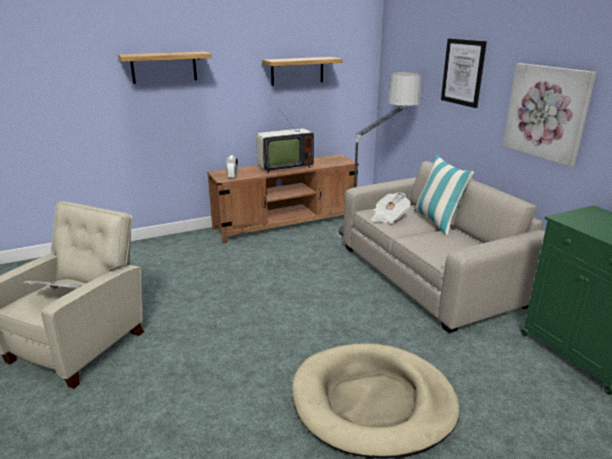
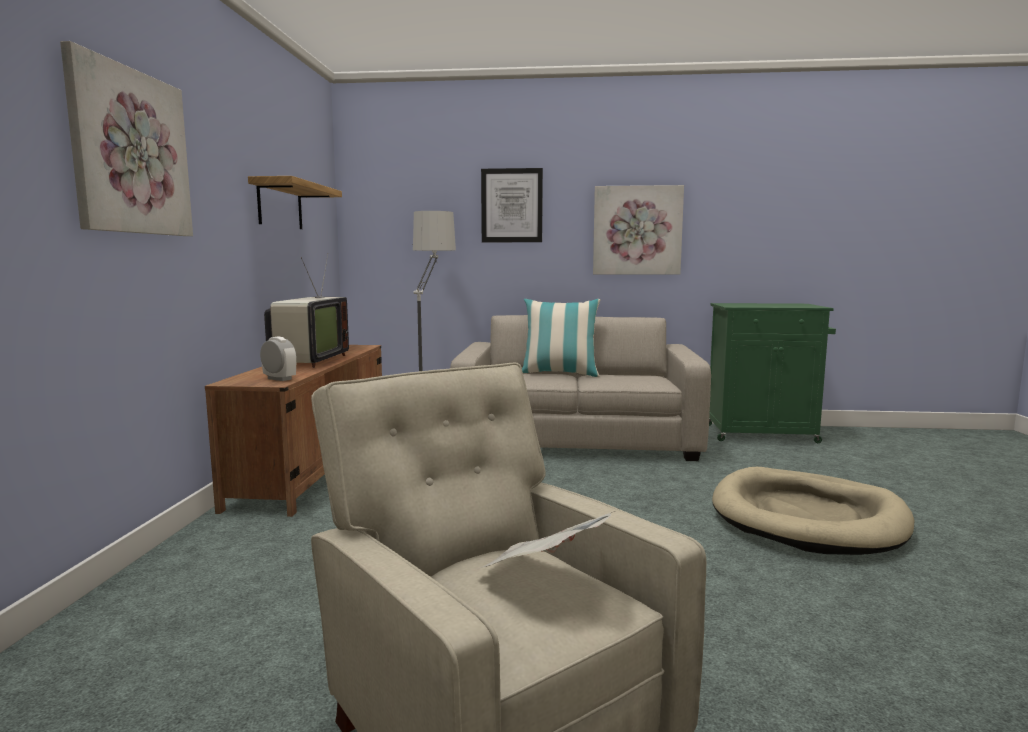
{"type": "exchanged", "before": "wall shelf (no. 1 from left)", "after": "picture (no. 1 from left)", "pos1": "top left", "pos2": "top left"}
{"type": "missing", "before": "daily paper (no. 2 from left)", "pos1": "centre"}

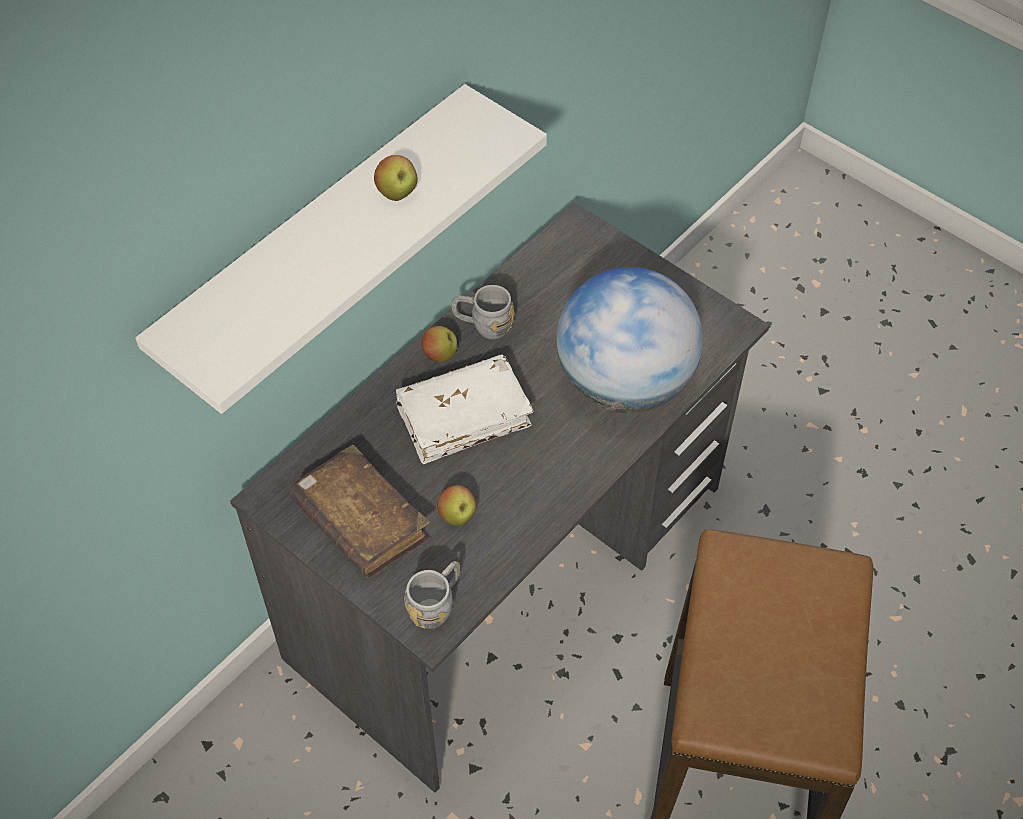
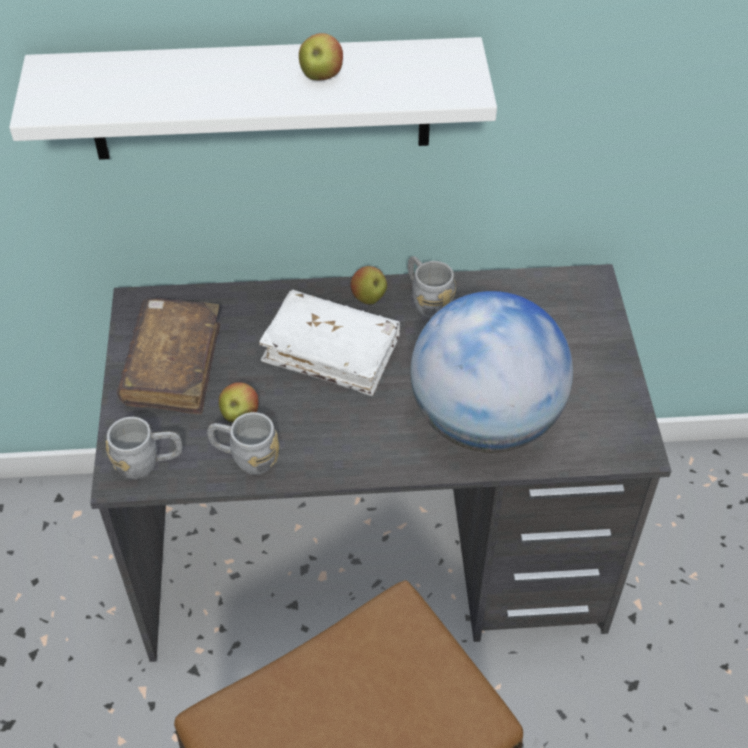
{"type": "appeared", "after": "tea mug in grey (no. 2 from left)", "pos2": "middle left"}

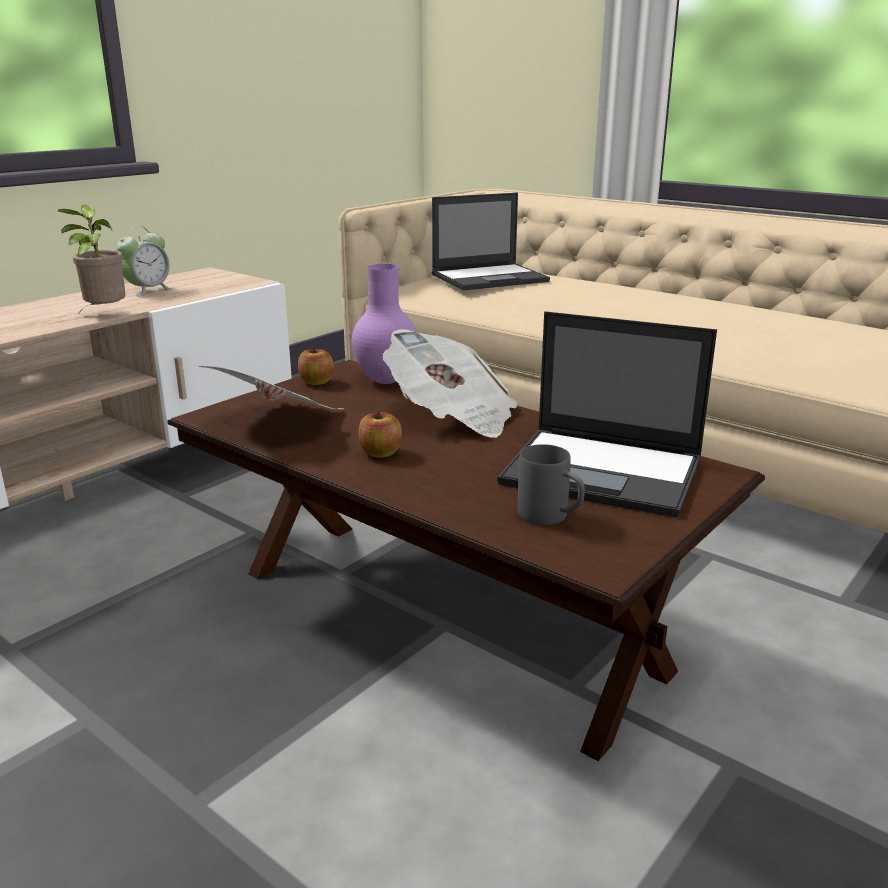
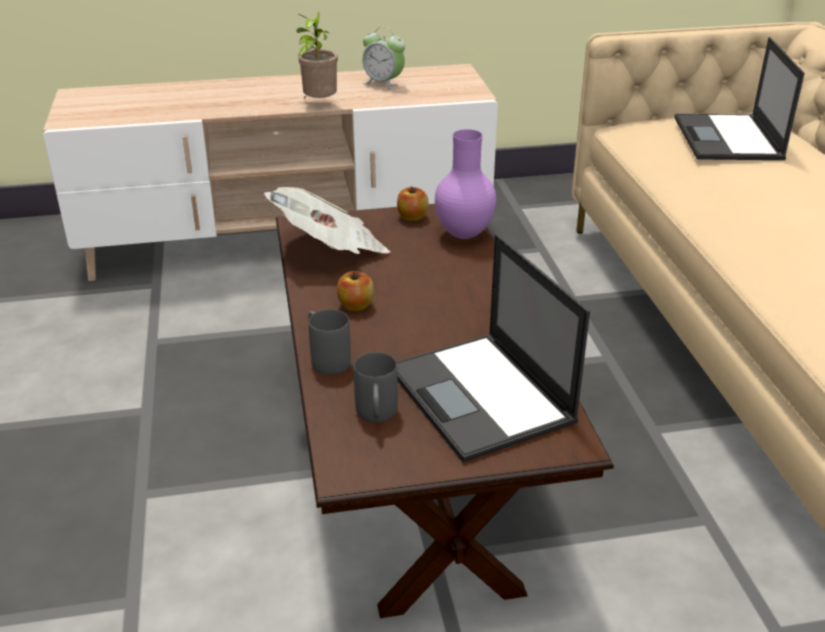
{"type": "appeared", "after": "tea mug in grey (no. 1 from left)", "pos2": "centre"}
{"type": "spun", "before": "bedside clock", "pos1": "top left", "pos2": "top centre", "turn": 45}
{"type": "spun", "before": "laptop (no. 1 from left in the first image)", "pos1": "top centre", "pos2": "top right", "turn": 75}
{"type": "missing", "before": "daily paper (no. 2 from left)", "pos1": "centre"}

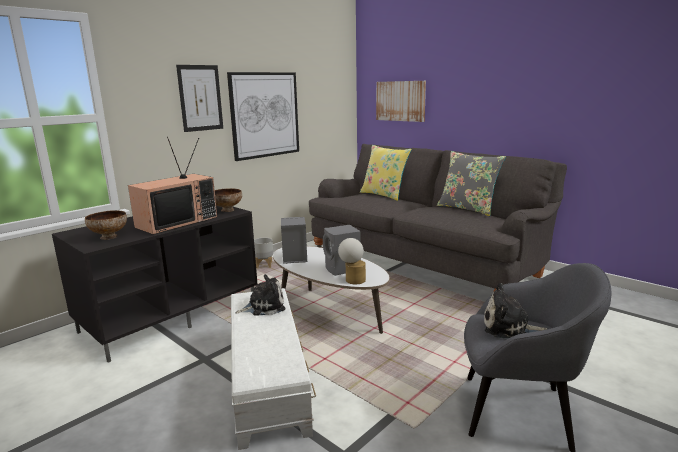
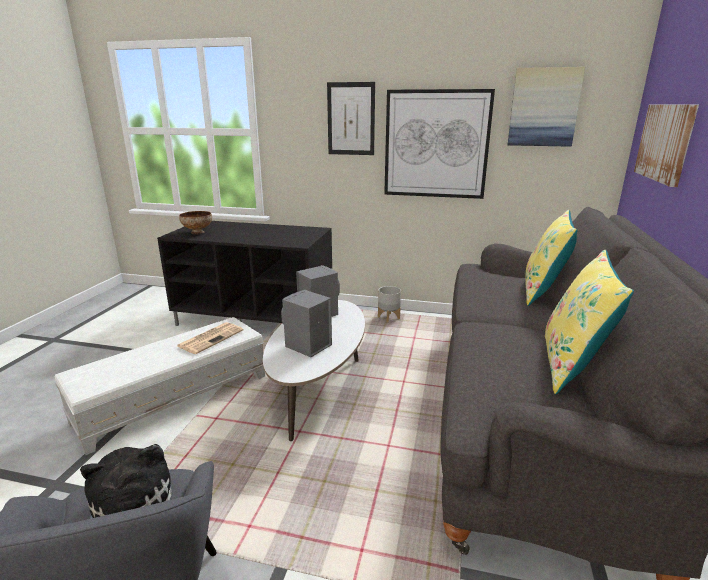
{"type": "exchanged", "before": "plush toy (no. 1 from left)", "after": "daily paper", "pos1": "centre", "pos2": "middle left"}
{"type": "appeared", "after": "picture (no. 3 from left)", "pos2": "top right"}
{"type": "colour", "before": "throw pillow in grey", "after": "throw pillow in yellow (no. 2 from left)", "pos1": "middle right", "pos2": "middle right"}
{"type": "missing", "before": "TV set", "pos1": "middle left"}
{"type": "missing", "before": "bowl (no. 2 from left)", "pos1": "centre"}
{"type": "missing", "before": "tabletop lamp", "pos1": "centre"}

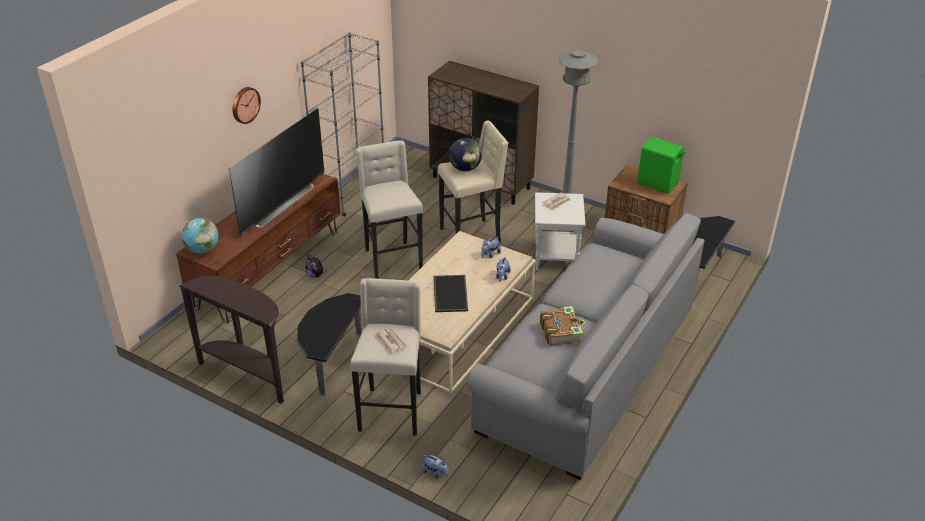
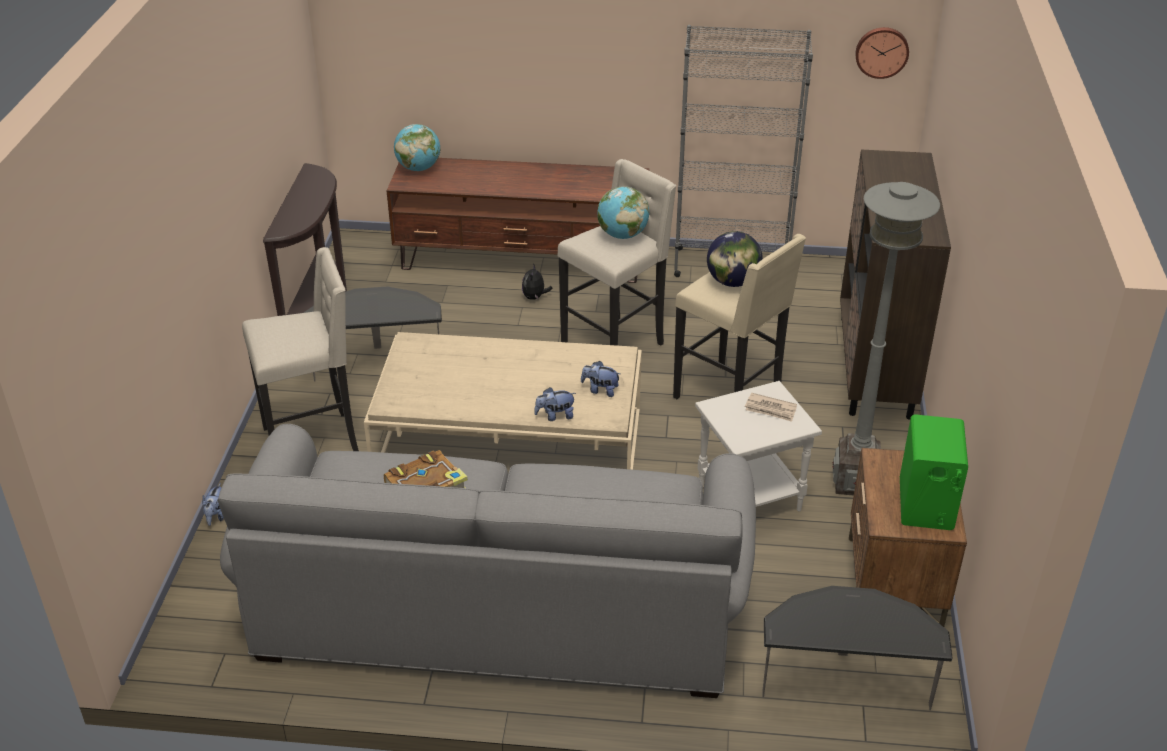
{"type": "appeared", "after": "globe (no. 2 from left)", "pos2": "top centre"}
{"type": "relocated", "before": "hanging clock", "pos1": "top left", "pos2": "top right"}
{"type": "missing", "before": "TV set", "pos1": "top left"}
{"type": "missing", "before": "daily paper (no. 1 from left)", "pos1": "centre"}
{"type": "missing", "before": "carrying tray", "pos1": "centre"}

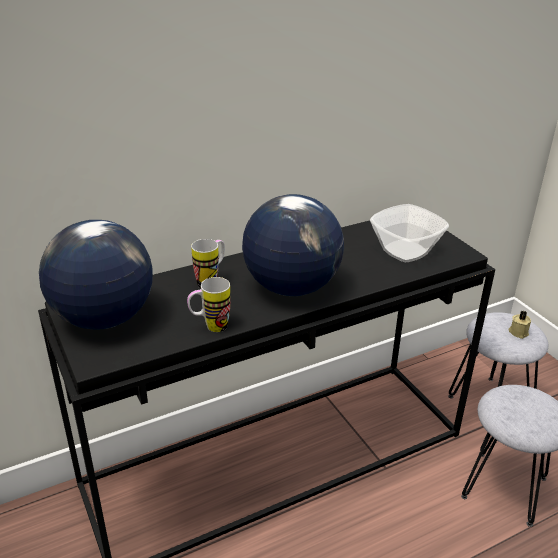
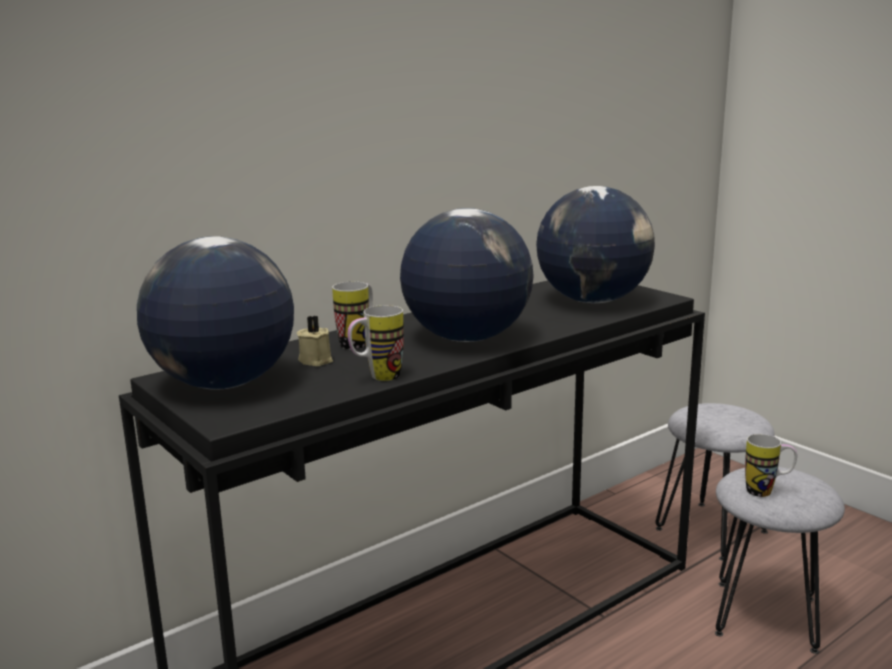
{"type": "relocated", "before": "wax light in sand-coloured", "pos1": "middle right", "pos2": "centre"}
{"type": "exchanged", "before": "bowl", "after": "globe (no. 3 from left)", "pos1": "middle right", "pos2": "middle right"}
{"type": "appeared", "after": "tea mug (no. 3 from left)", "pos2": "bottom right"}

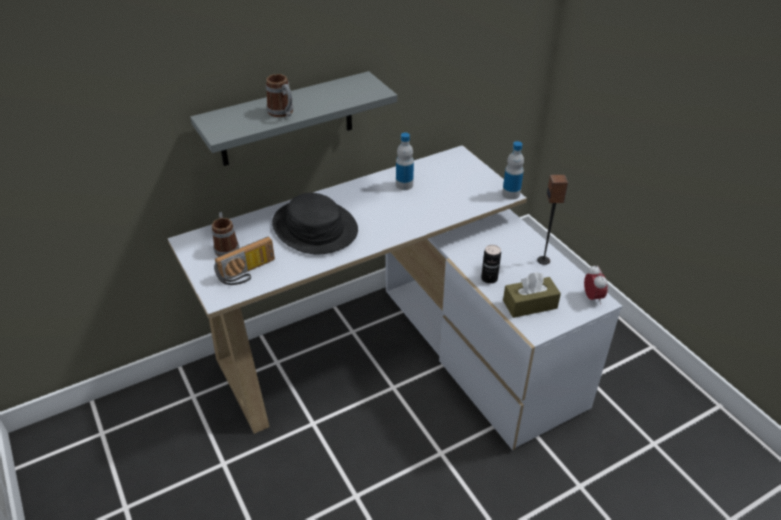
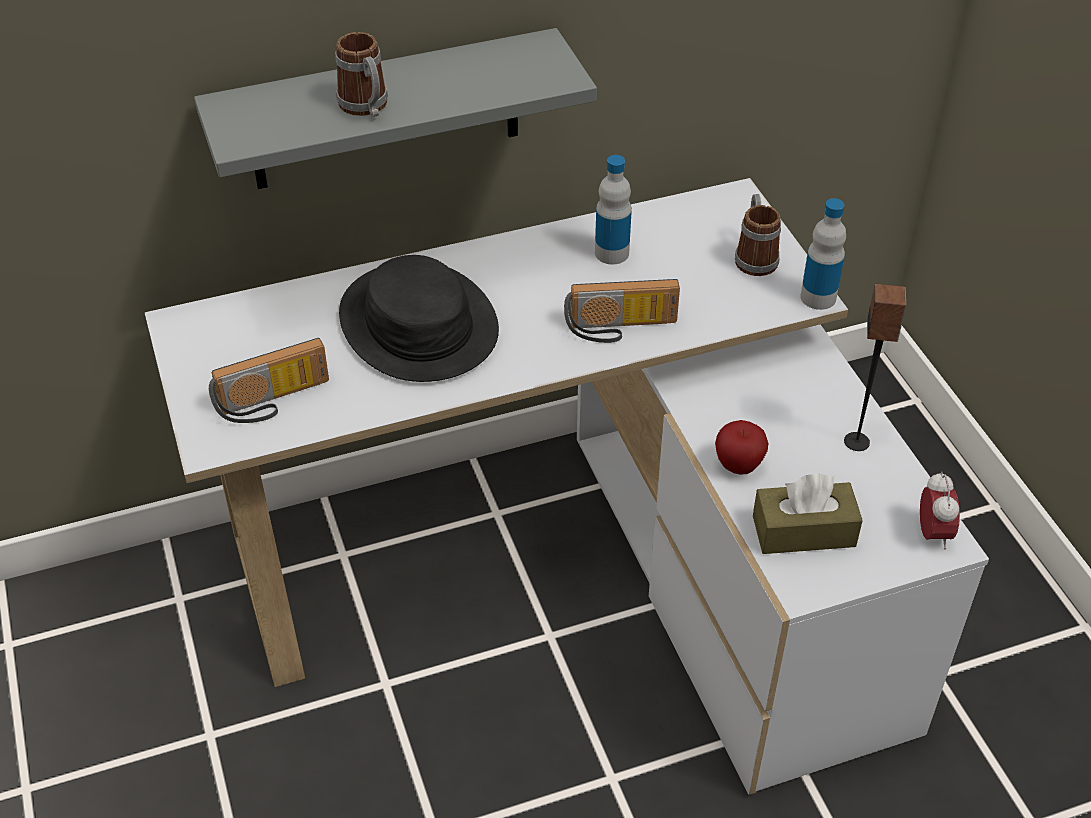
{"type": "appeared", "after": "radio receiver (no. 2 from left)", "pos2": "centre"}
{"type": "exchanged", "before": "can", "after": "apple fruit", "pos1": "centre", "pos2": "middle right"}
{"type": "relocated", "before": "tea mug (no. 1 from left in the first image)", "after": "tea mug (no. 2 from left)", "pos1": "middle left", "pos2": "top right"}

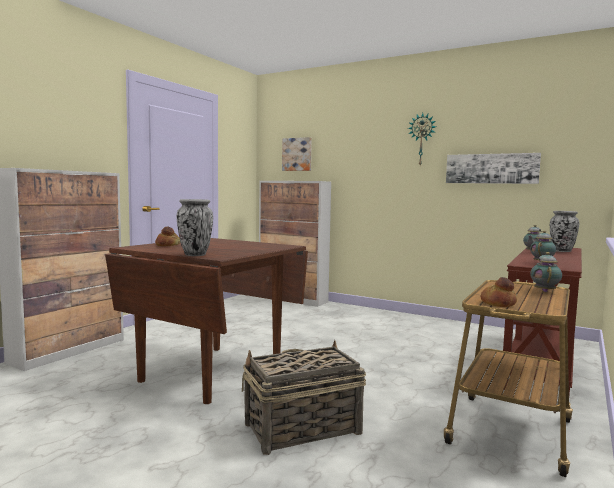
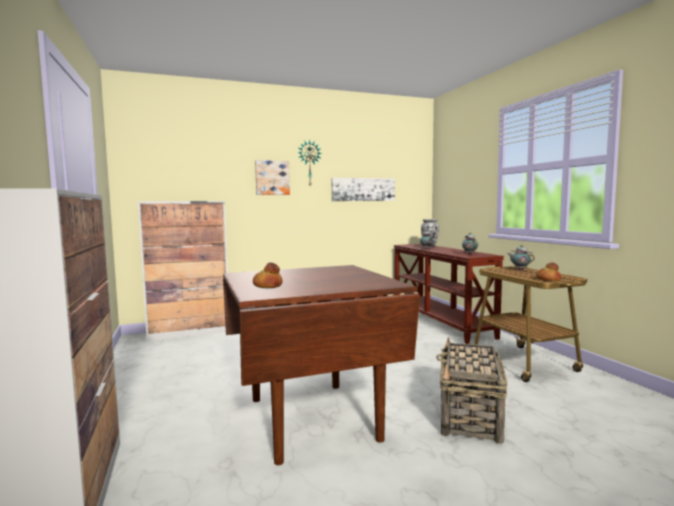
{"type": "relocated", "before": "picture (no. 1 from left)", "pos1": "top centre", "pos2": "centre"}
{"type": "missing", "before": "flower vase (no. 1 from left)", "pos1": "middle left"}

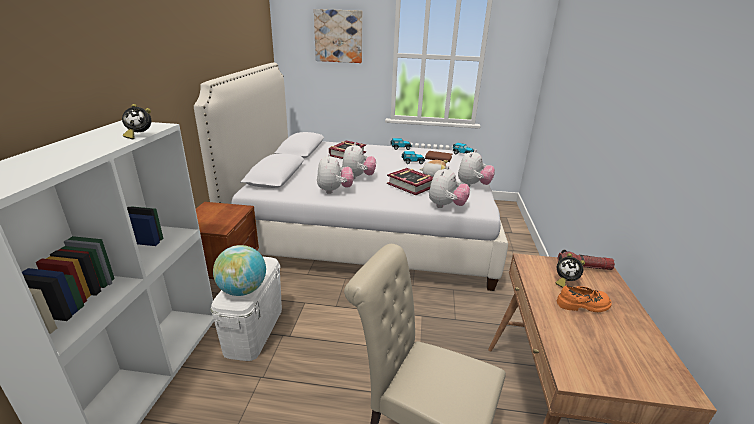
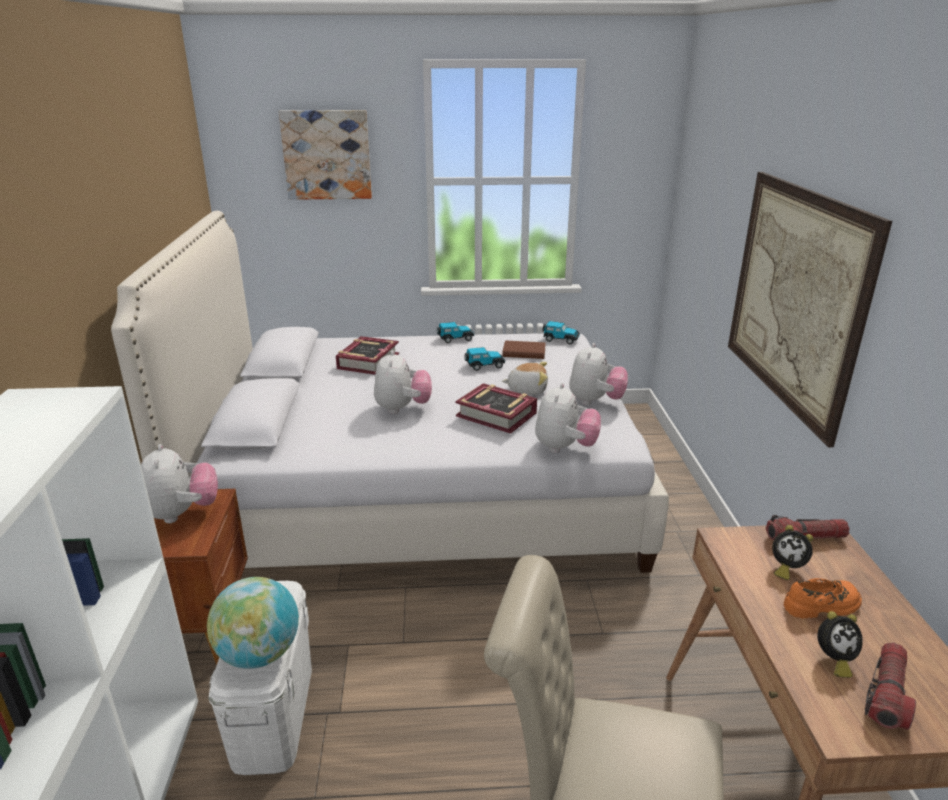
{"type": "relocated", "before": "plush toy (no. 1 from left)", "pos1": "centre", "pos2": "middle left"}
{"type": "appeared", "after": "picture (no. 2 from left)", "pos2": "middle right"}
{"type": "relocated", "before": "bedside clock (no. 1 from left in the first image)", "after": "bedside clock (no. 2 from left)", "pos1": "top left", "pos2": "bottom right"}
{"type": "appeared", "after": "torch (no. 2 from left)", "pos2": "bottom right"}

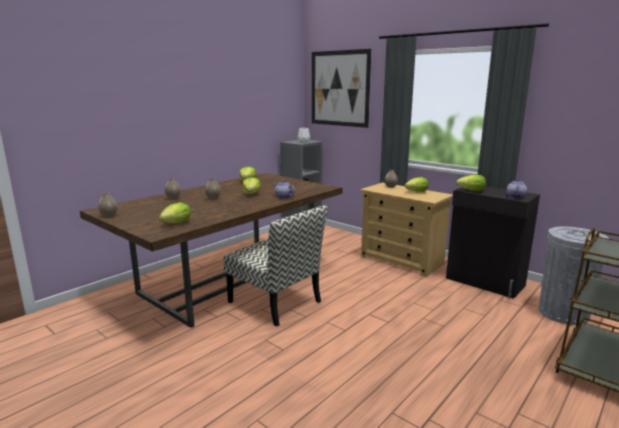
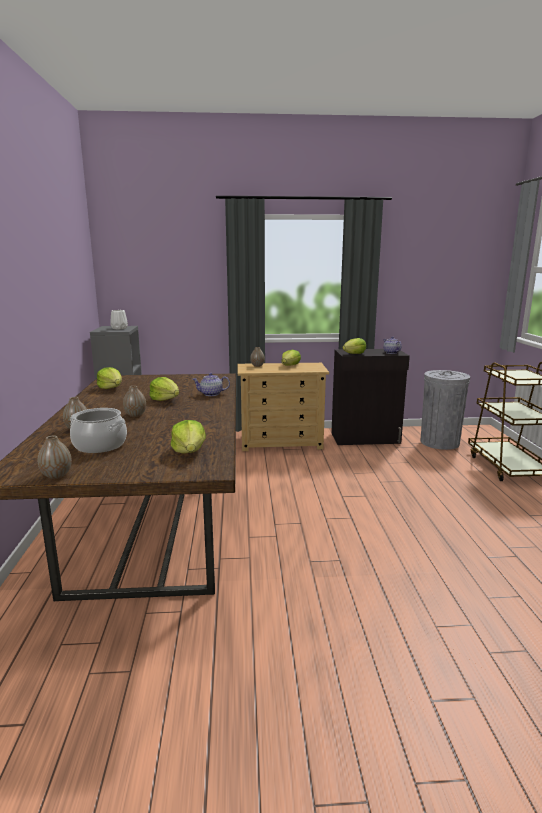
{"type": "appeared", "after": "saucepot", "pos2": "middle left"}
{"type": "missing", "before": "upright chair", "pos1": "centre"}
{"type": "missing", "before": "picture", "pos1": "top centre"}

